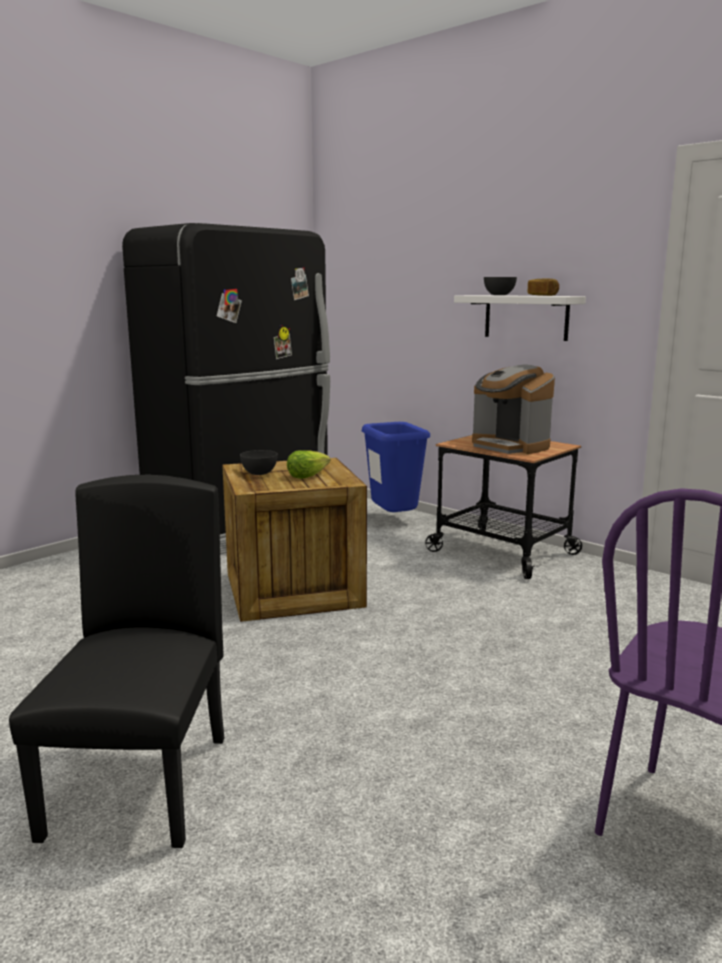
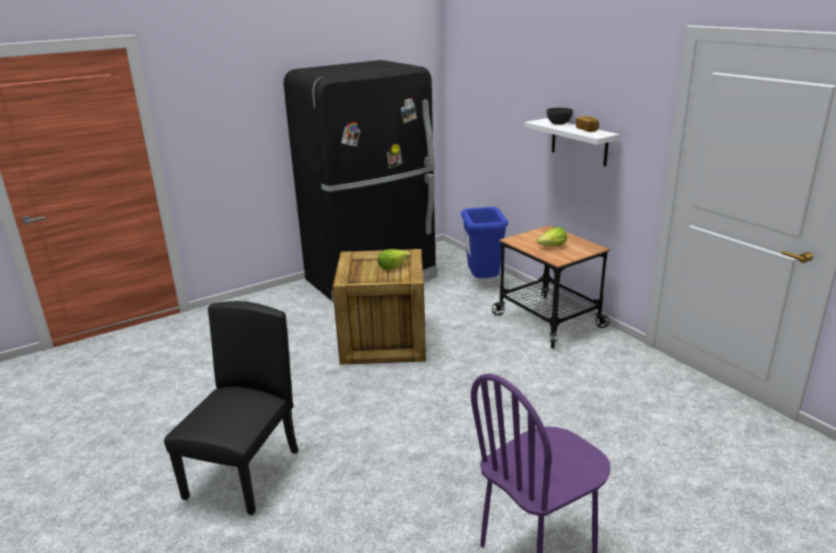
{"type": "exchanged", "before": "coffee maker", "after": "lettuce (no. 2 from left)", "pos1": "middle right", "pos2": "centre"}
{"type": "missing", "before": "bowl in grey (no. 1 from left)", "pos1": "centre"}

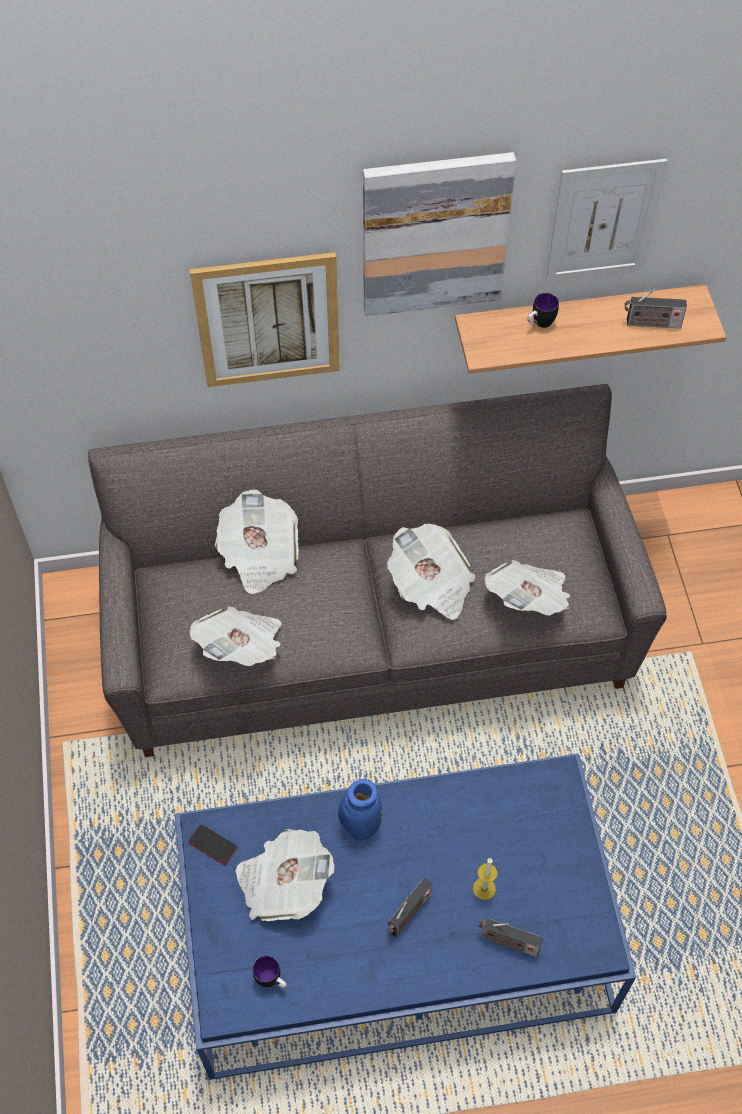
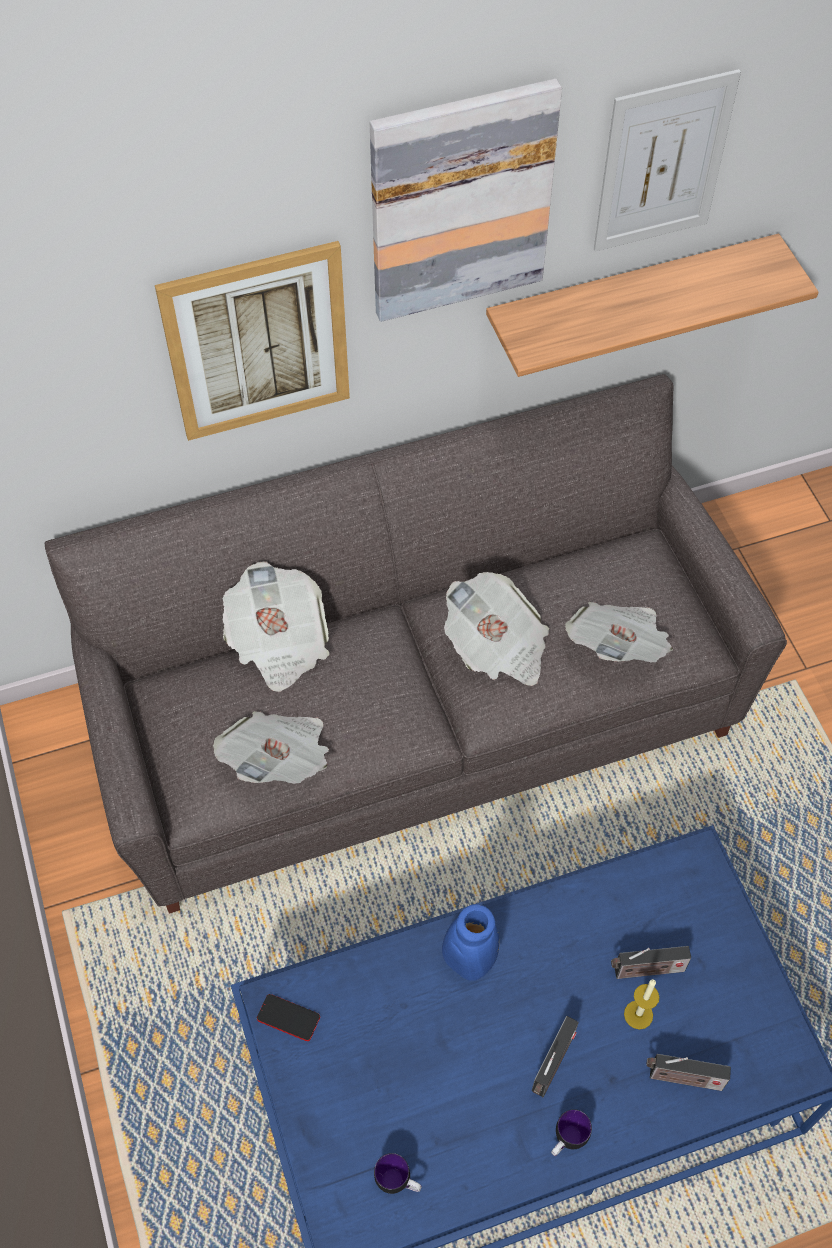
{"type": "relocated", "before": "tea mug (no. 2 from left)", "pos1": "top right", "pos2": "bottom right"}
{"type": "relocated", "before": "radio receiver (no. 3 from left in the first image)", "after": "radio receiver (no. 2 from left)", "pos1": "top right", "pos2": "bottom right"}
{"type": "missing", "before": "daily paper (no. 3 from left)", "pos1": "bottom centre"}

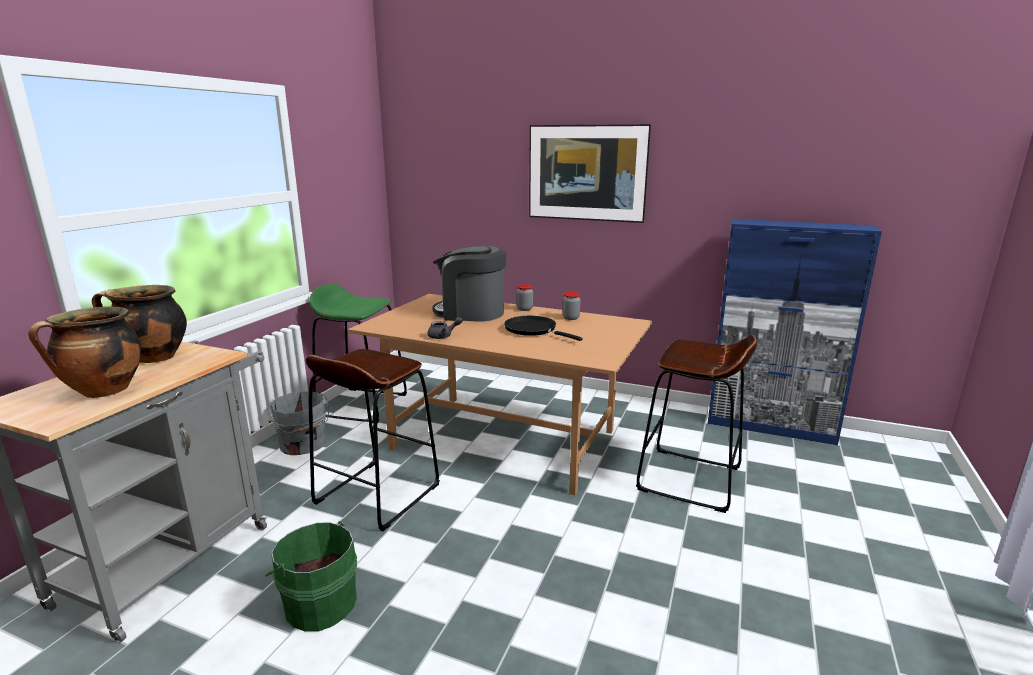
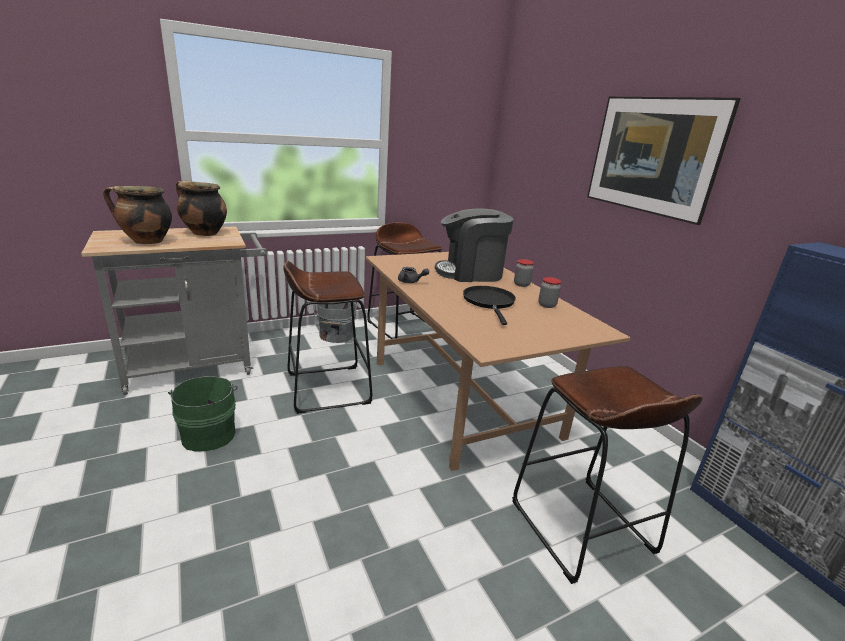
{"type": "colour", "before": "sitting stool in green", "after": "sitting stool in brown (no. 2 from left)", "pos1": "centre", "pos2": "centre"}
{"type": "spun", "before": "coffee maker", "pos1": "centre", "pos2": "centre", "turn": -60}

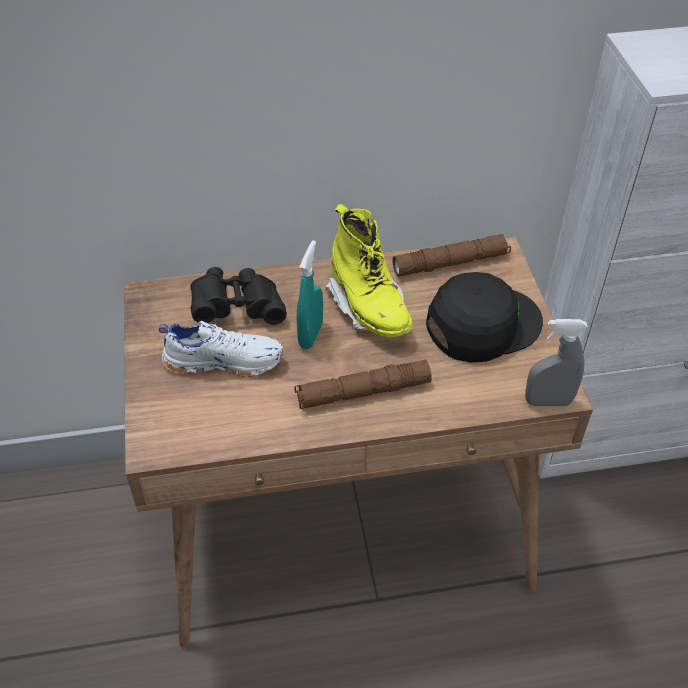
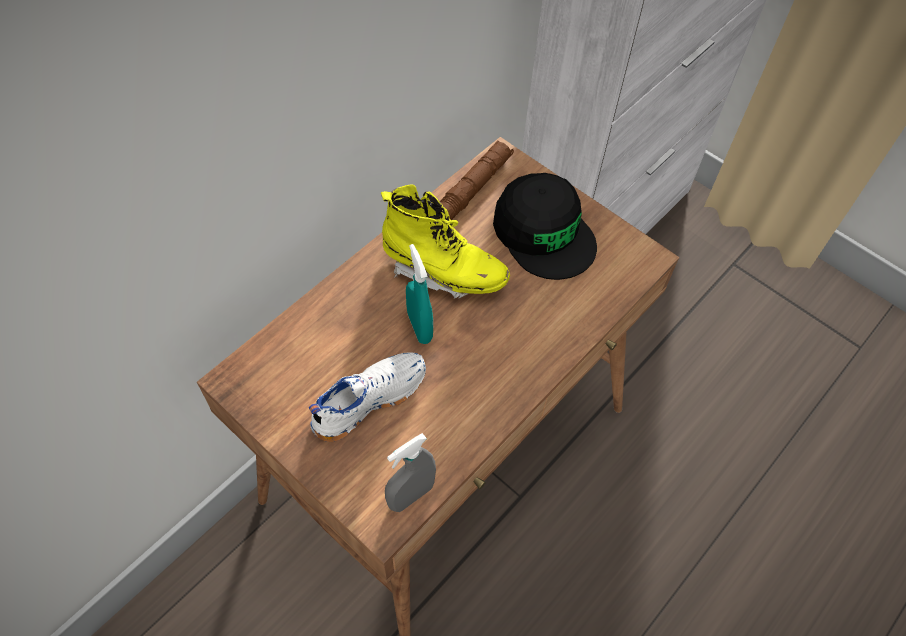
{"type": "relocated", "before": "sprayer in grey", "pos1": "middle right", "pos2": "bottom centre"}
{"type": "spun", "before": "peaked cap in black-coloured", "pos1": "middle right", "pos2": "centre", "turn": 120}
{"type": "missing", "before": "pair of binoculars in black-coloured", "pos1": "centre"}
{"type": "missing", "before": "torch in brown (no. 1 from left)", "pos1": "centre"}

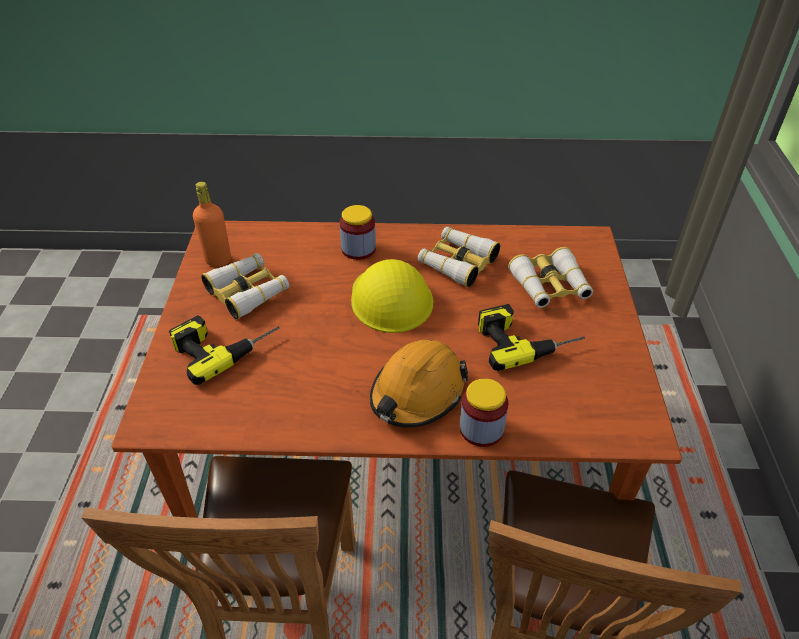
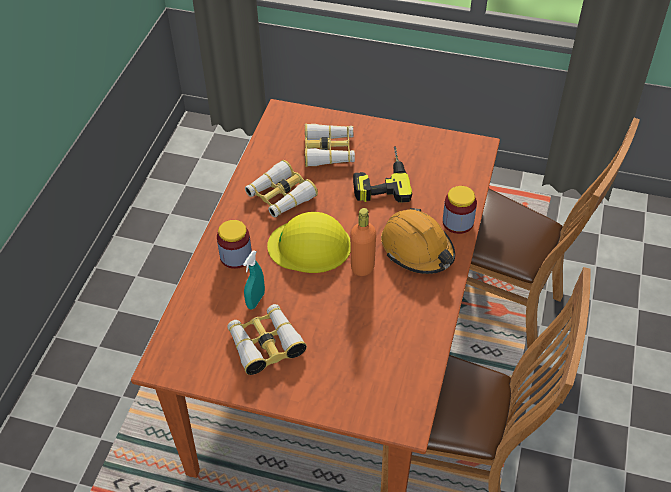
{"type": "appeared", "after": "sprayer in blue-green", "pos2": "centre"}
{"type": "relocated", "before": "drink bottle in orange-coloured", "pos1": "middle left", "pos2": "centre"}
{"type": "missing", "before": "power drill (no. 1 from left)", "pos1": "middle left"}

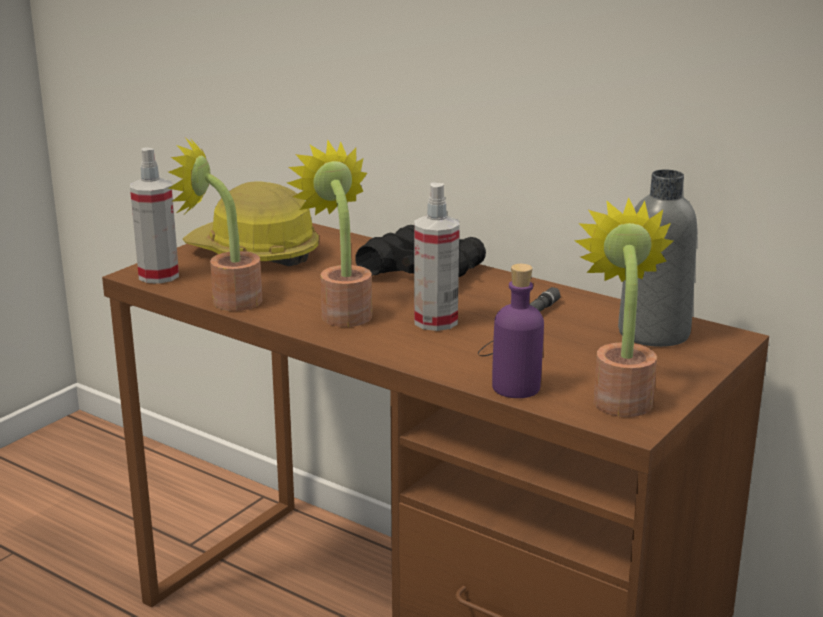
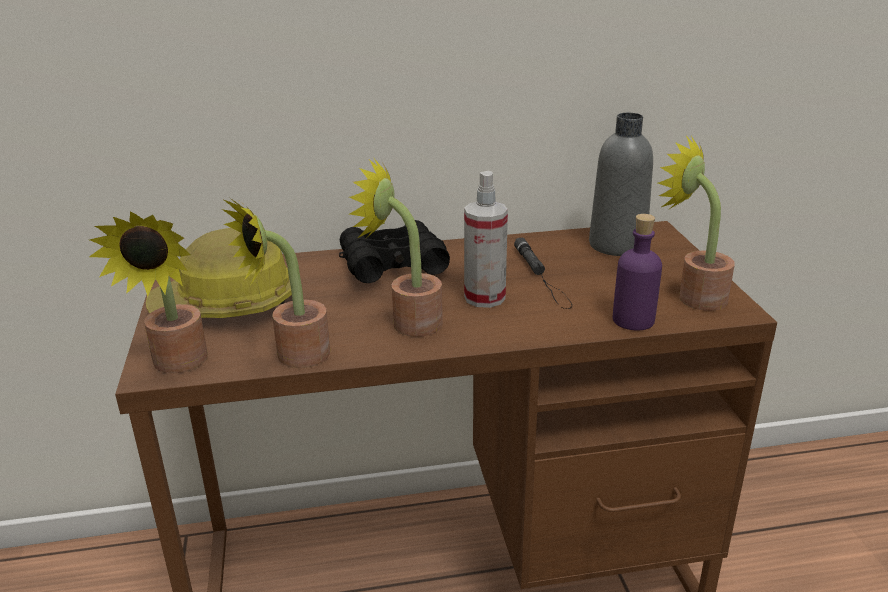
{"type": "exchanged", "before": "sprayer (no. 1 from left)", "after": "houseplant (no. 1 from left)", "pos1": "middle left", "pos2": "middle left"}

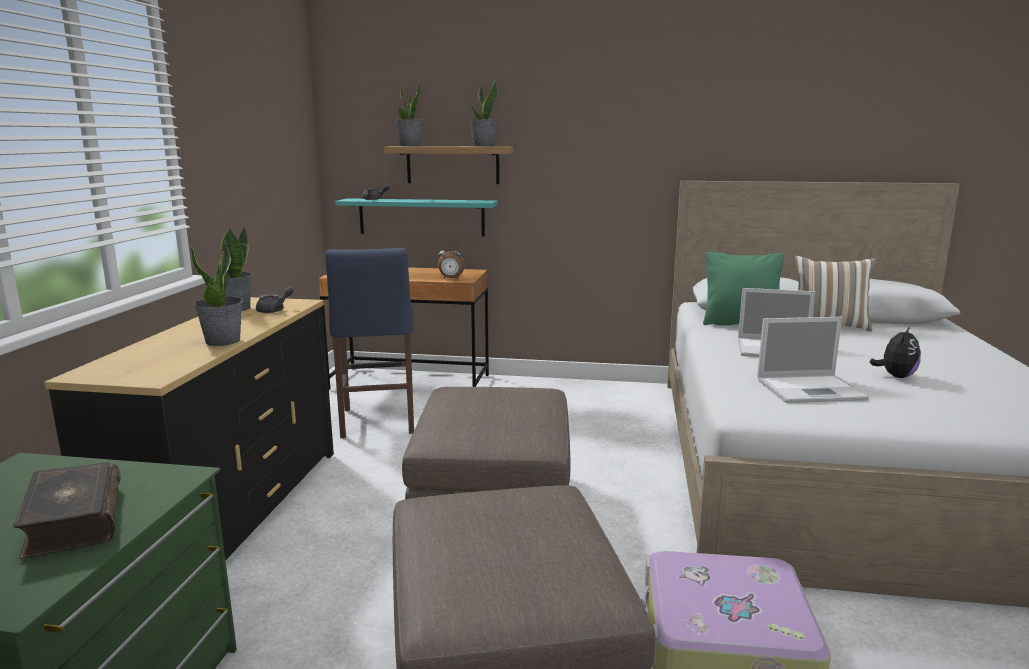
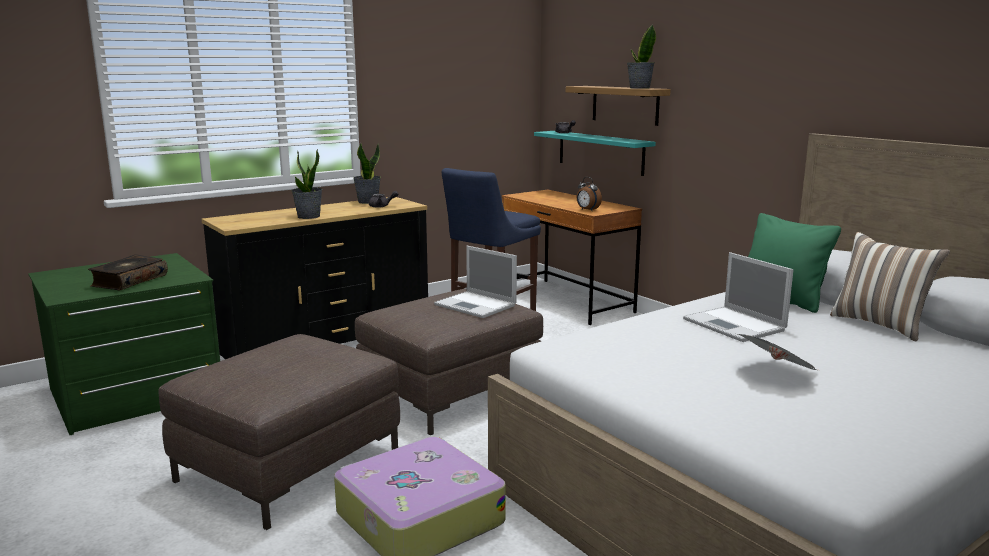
{"type": "relocated", "before": "laptop (no. 2 from left in the first image)", "after": "laptop (no. 1 from left)", "pos1": "middle right", "pos2": "centre"}
{"type": "exchanged", "before": "plush toy", "after": "daily paper", "pos1": "middle right", "pos2": "middle right"}
{"type": "missing", "before": "houseplant (no. 3 from left)", "pos1": "top centre"}

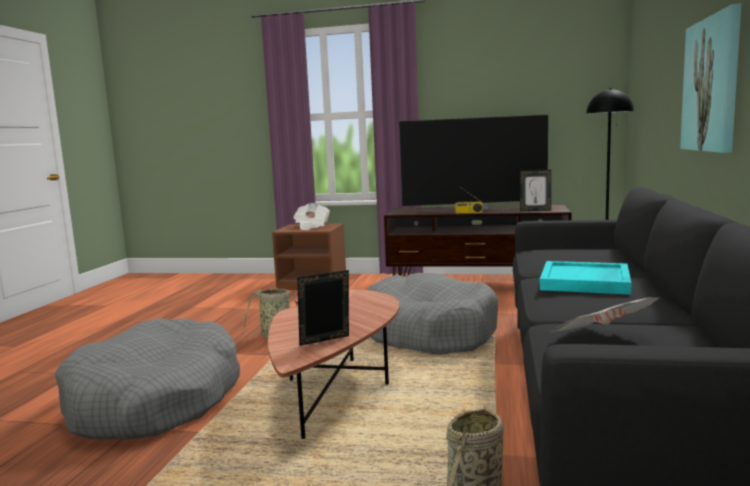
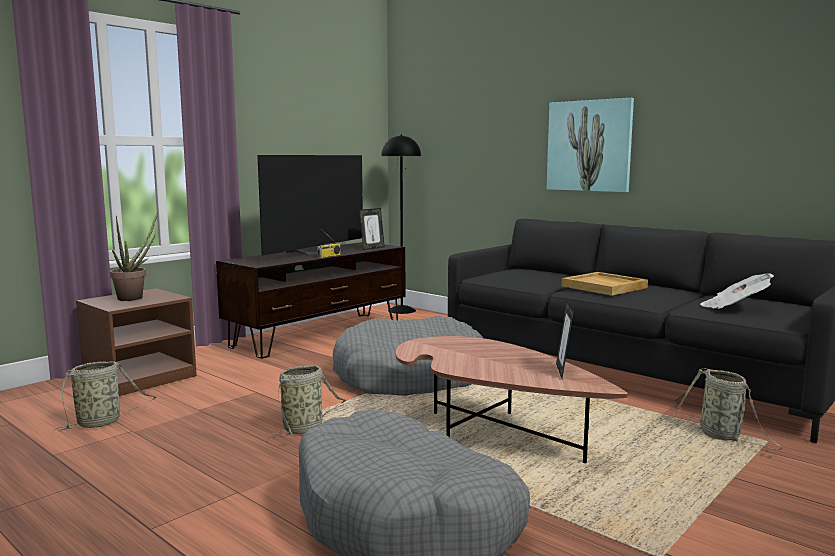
{"type": "appeared", "after": "household basket (no. 1 from left)", "pos2": "bottom left"}
{"type": "exchanged", "before": "daily paper (no. 1 from left)", "after": "houseplant", "pos1": "centre", "pos2": "middle left"}
{"type": "colour", "before": "carrying tray in blue-green", "after": "carrying tray in sand-coloured", "pos1": "middle right", "pos2": "middle right"}

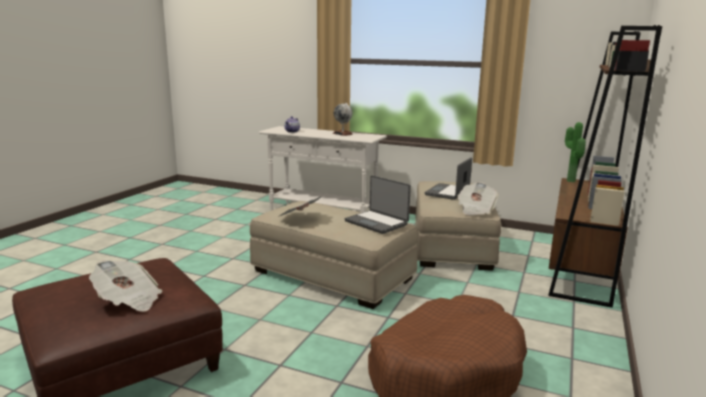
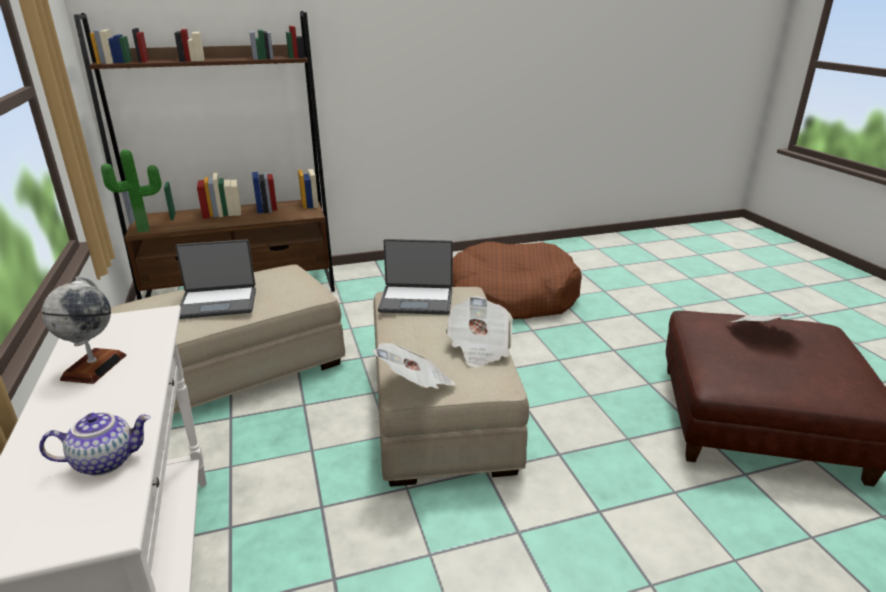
{"type": "relocated", "before": "daily paper (no. 3 from left in the first image)", "after": "daily paper (no. 1 from left)", "pos1": "middle right", "pos2": "centre"}
{"type": "spun", "before": "laptop (no. 1 from left in the first image)", "pos1": "centre", "pos2": "centre", "turn": 90}

